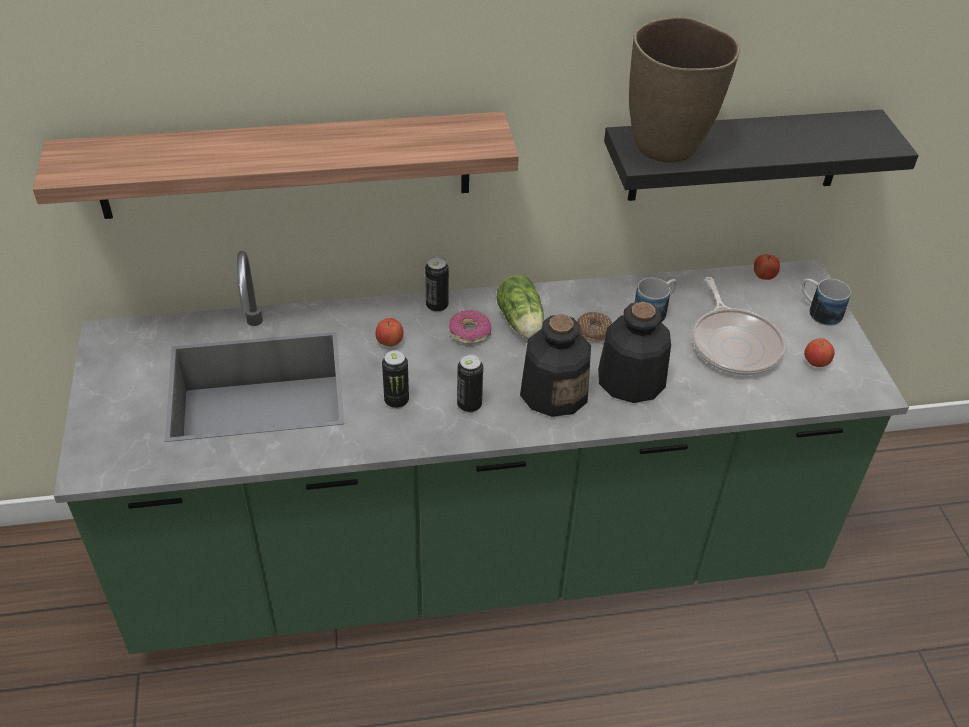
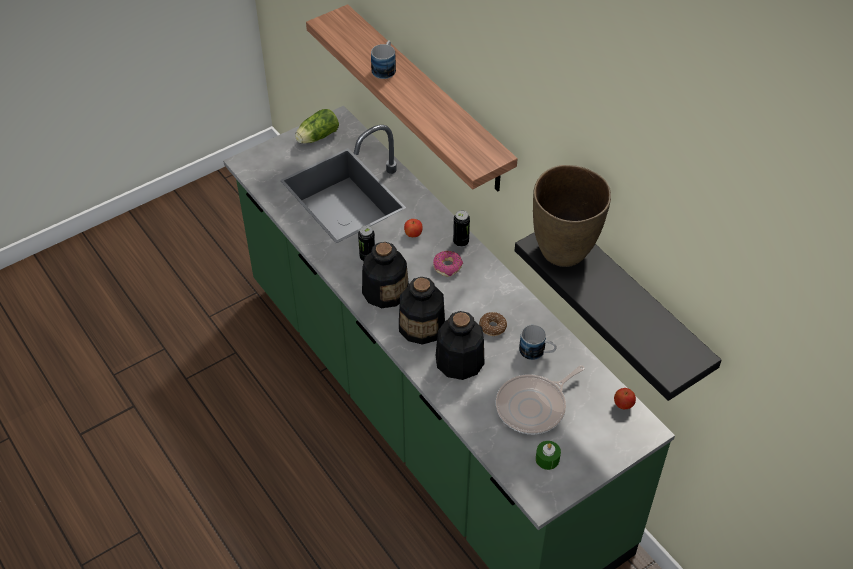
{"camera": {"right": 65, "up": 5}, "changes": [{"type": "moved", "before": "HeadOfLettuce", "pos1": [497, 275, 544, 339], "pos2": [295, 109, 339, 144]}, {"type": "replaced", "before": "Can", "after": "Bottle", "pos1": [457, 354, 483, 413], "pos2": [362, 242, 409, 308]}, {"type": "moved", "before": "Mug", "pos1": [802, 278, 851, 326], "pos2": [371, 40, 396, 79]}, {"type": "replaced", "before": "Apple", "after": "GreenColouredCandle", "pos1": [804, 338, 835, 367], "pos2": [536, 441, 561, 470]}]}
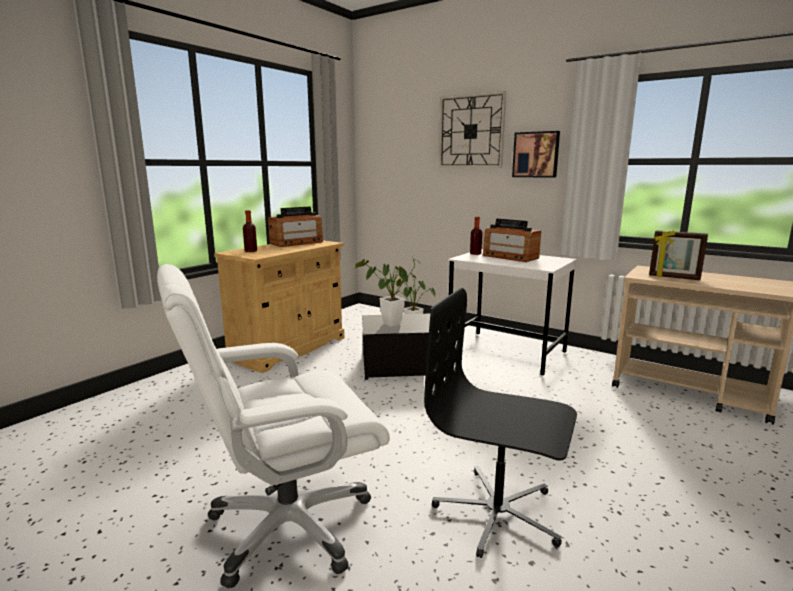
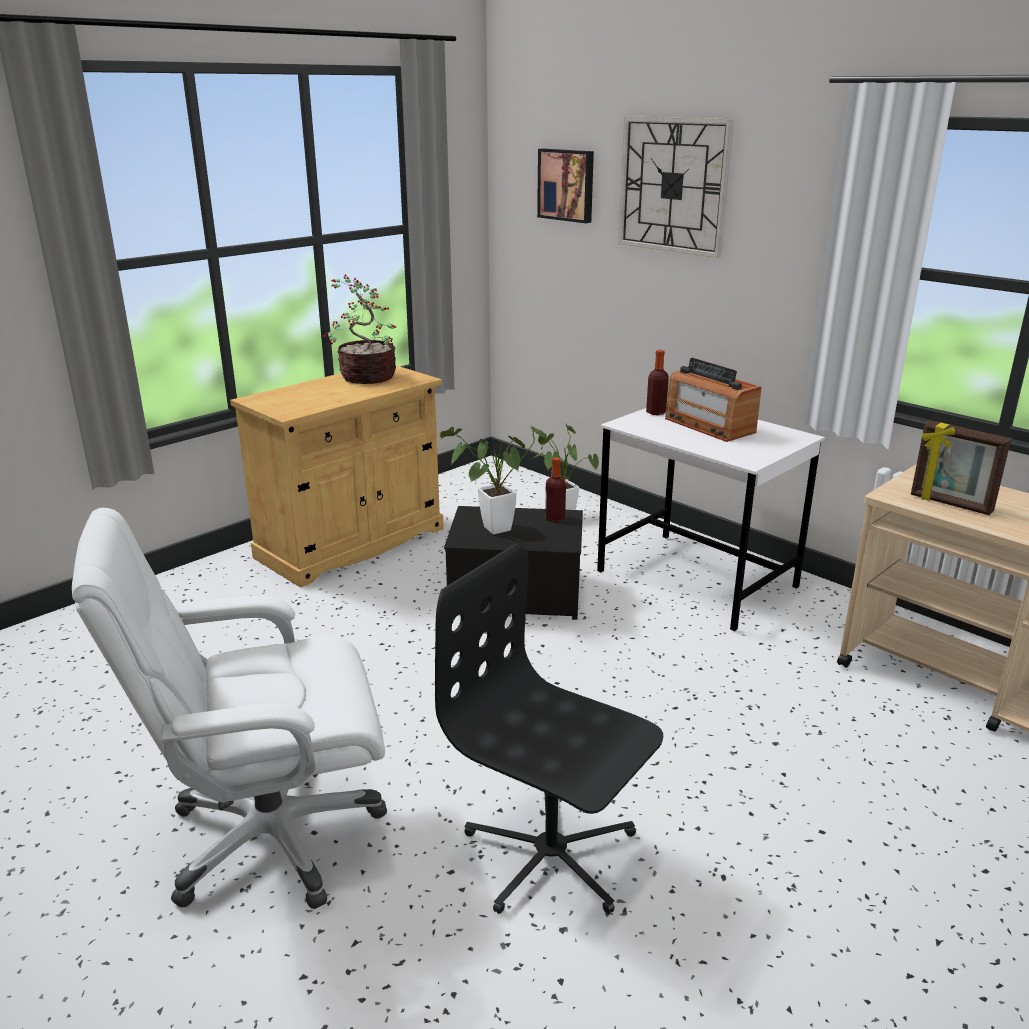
{"camera": {"right": 10, "up": 10}, "changes": [{"type": "replaced", "before": "RadioReceiver", "after": "PlantInAPot", "pos1": [268, 206, 323, 247], "pos2": [324, 274, 396, 384]}, {"type": "moved", "before": "WallArt", "pos1": [512, 131, 560, 178], "pos2": [537, 148, 594, 223]}, {"type": "moved", "before": "Bottle", "pos1": [243, 210, 257, 252], "pos2": [545, 457, 566, 522]}]}
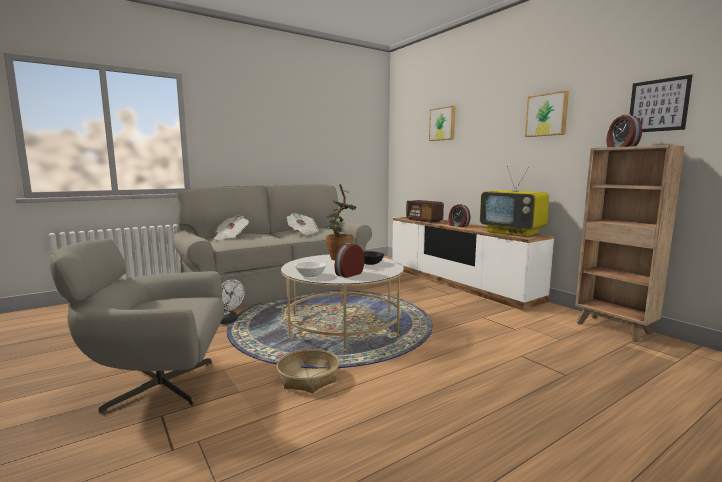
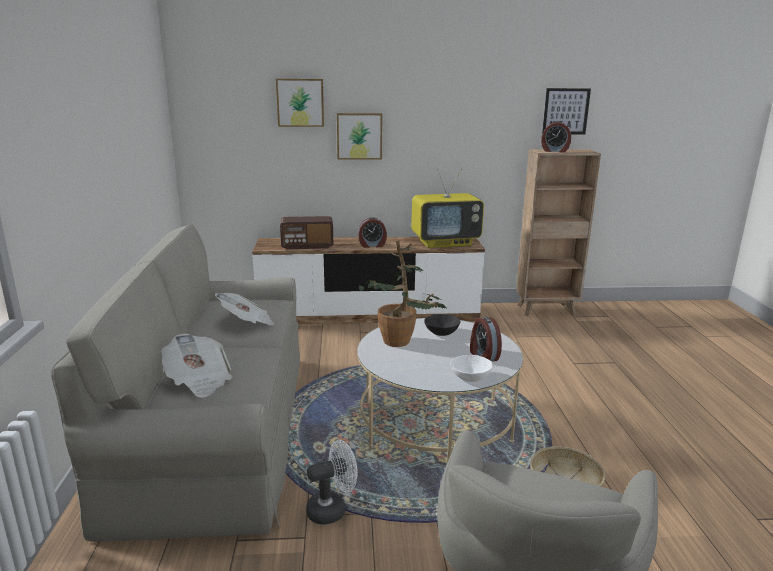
{"camera": {"right": -60, "up": 10}, "changes": [{"type": "moved", "before": "WallArt", "pos1": [525, 90, 569, 137], "pos2": [337, 113, 382, 160]}]}
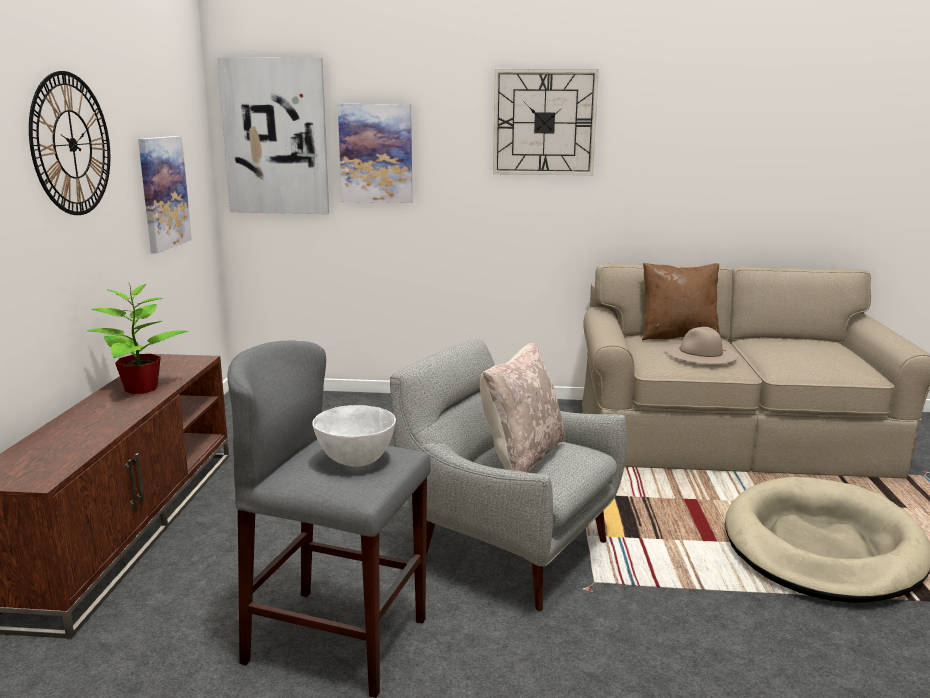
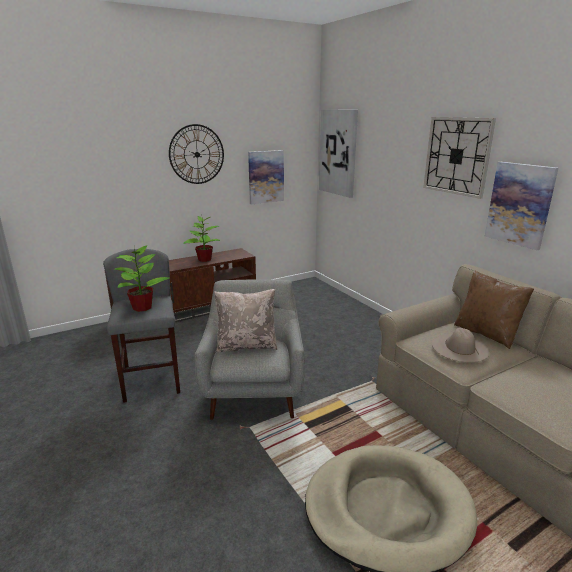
{"camera": {"right": 55, "up": 5}, "changes": [{"type": "replaced", "before": "WhiteBowl", "after": "PlantInAPot", "pos1": [312, 405, 396, 467], "pos2": [114, 246, 170, 312]}, {"type": "moved", "before": "WallArt", "pos1": [338, 104, 412, 203], "pos2": [485, 162, 558, 250]}]}
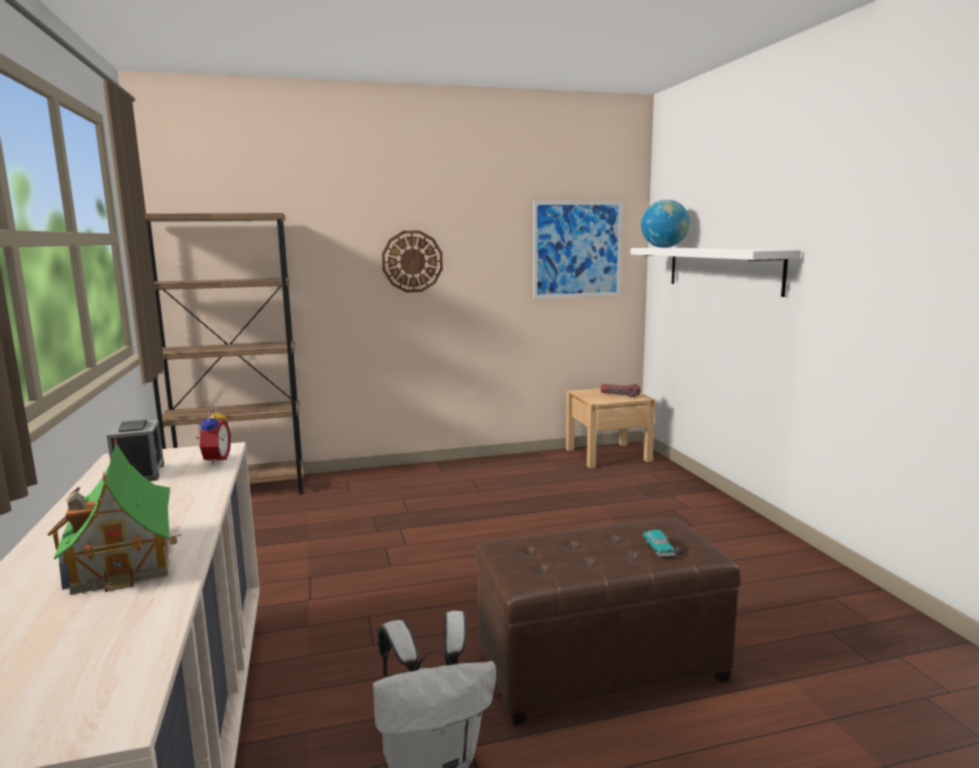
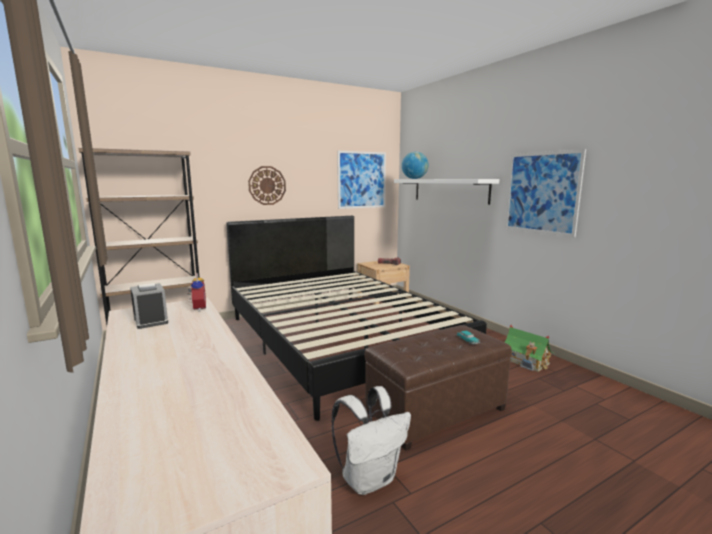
{"camera": {"right": -15, "up": 0}, "changes": [{"type": "added", "after": "BlackColouredBedroomBed", "pos2": [226, 216, 487, 421]}, {"type": "moved", "before": "ToyHouse", "pos1": [47, 434, 181, 595], "pos2": [504, 325, 555, 372]}, {"type": "added", "after": "WallArt", "pos2": [505, 149, 586, 237]}]}
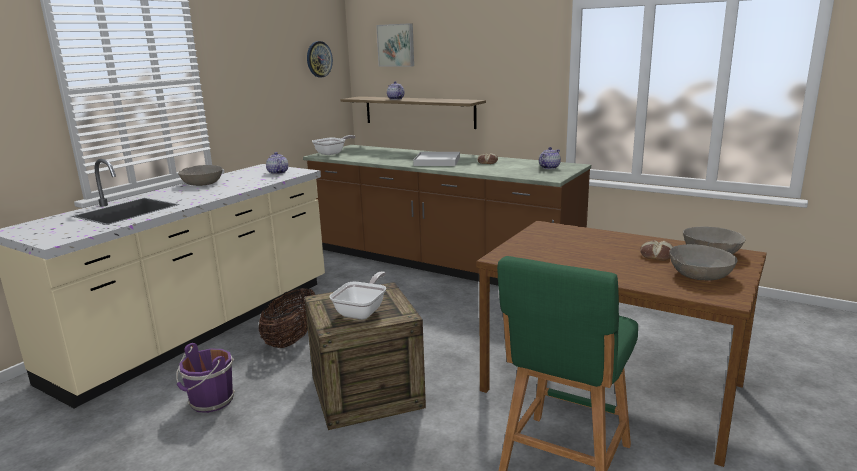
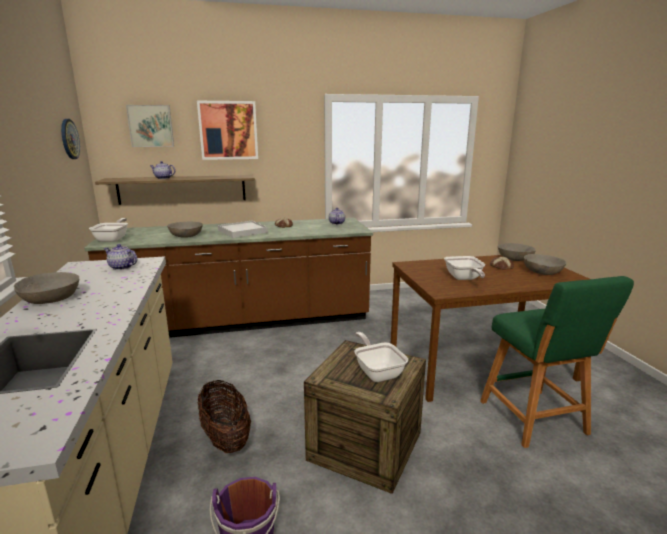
{"camera": {"right": -45, "up": 0}, "changes": [{"type": "added", "after": "GreyBowl", "pos2": [167, 222, 203, 238]}, {"type": "added", "after": "WallArt", "pos2": [197, 101, 258, 160]}, {"type": "added", "after": "Pan", "pos2": [444, 256, 486, 280]}]}
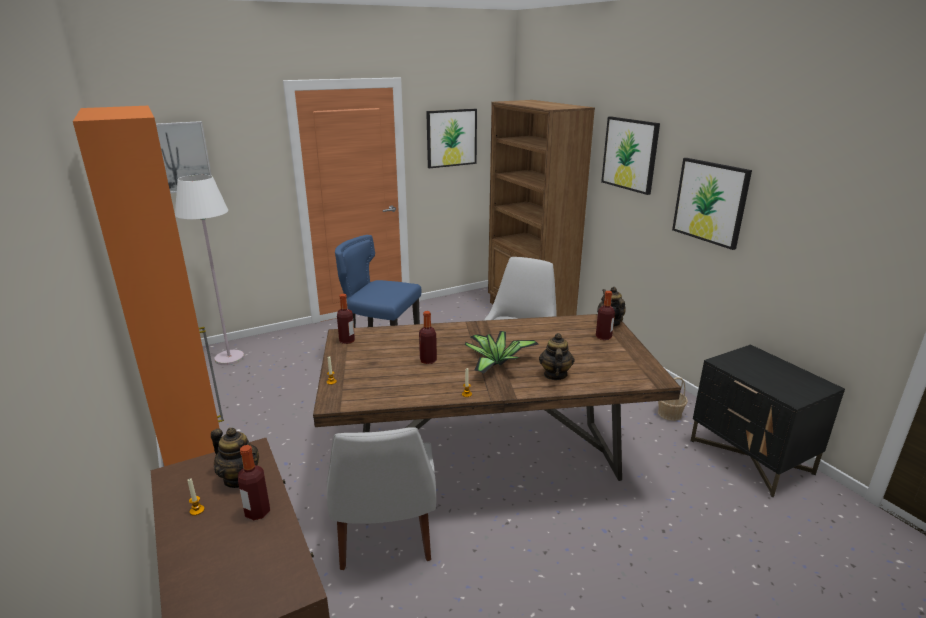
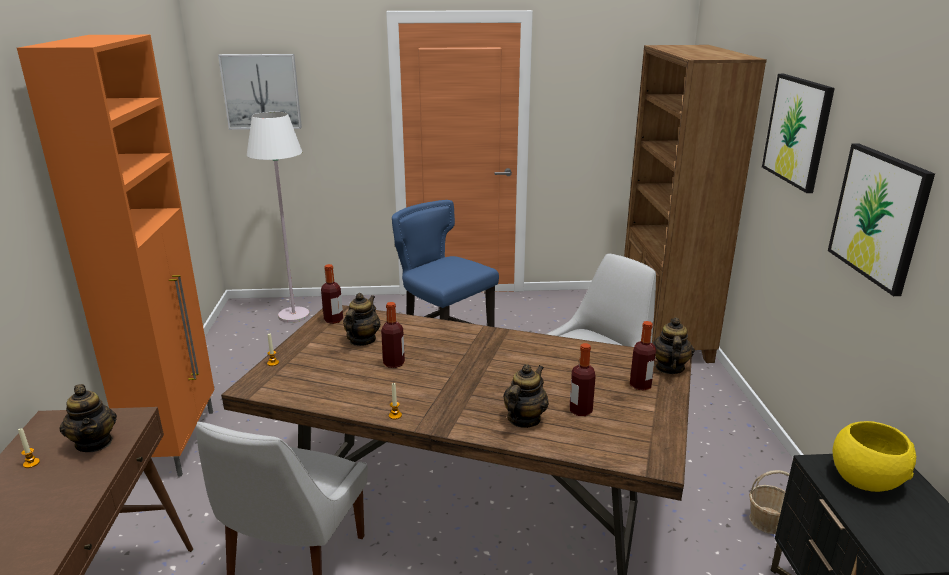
{"camera": {"right": 25, "up": 0}, "changes": [{"type": "added", "after": "Teapot", "pos2": [343, 293, 381, 346]}, {"type": "moved", "before": "Bottle", "pos1": [238, 445, 270, 521], "pos2": [570, 343, 596, 416]}, {"type": "added", "after": "YellowColouredBowl", "pos2": [833, 421, 916, 492]}, {"type": "removed", "before": "WallArt", "pos1": [426, 109, 477, 168]}, {"type": "removed", "before": "PlantInAPot", "pos1": [465, 331, 539, 374]}]}
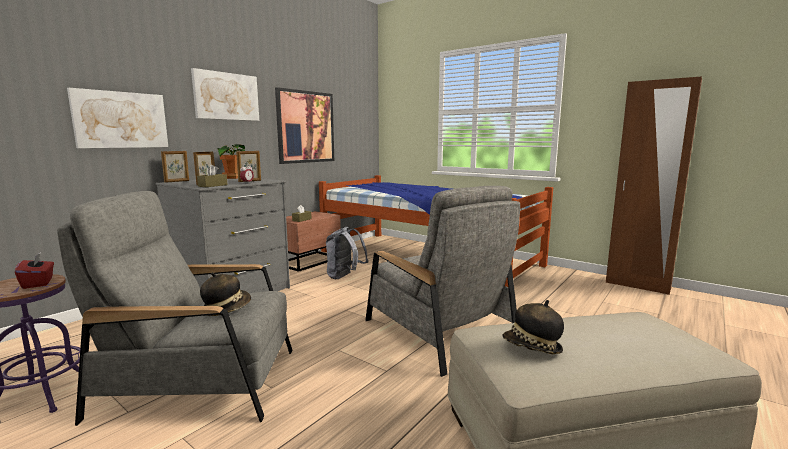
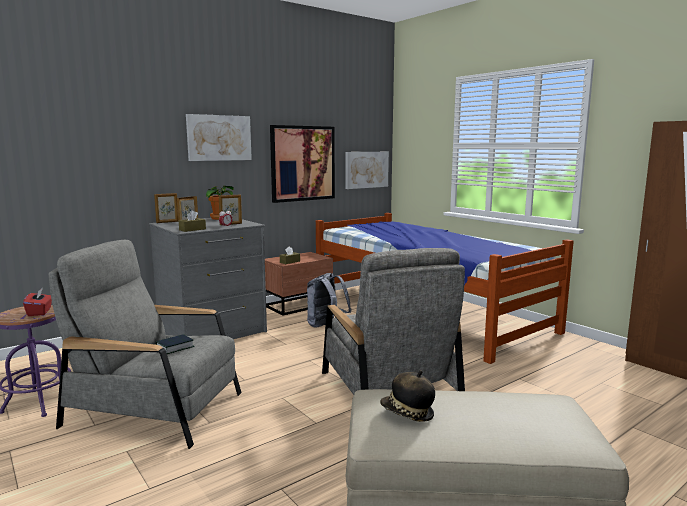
{"camera": {"right": 15, "up": 0}, "changes": [{"type": "replaced", "before": "ClothingHat", "after": "BoundBook", "pos1": [200, 272, 251, 316], "pos2": [156, 334, 195, 354]}, {"type": "moved", "before": "WallArt", "pos1": [67, 88, 168, 148], "pos2": [346, 152, 389, 189]}]}
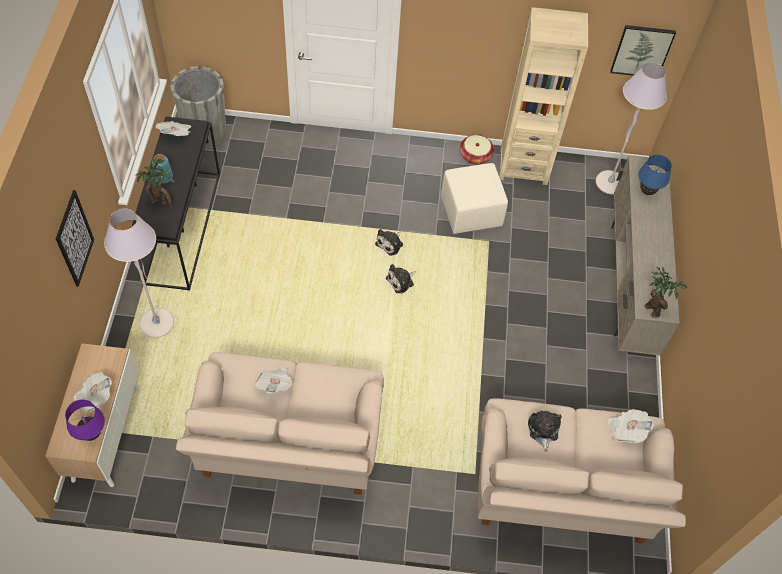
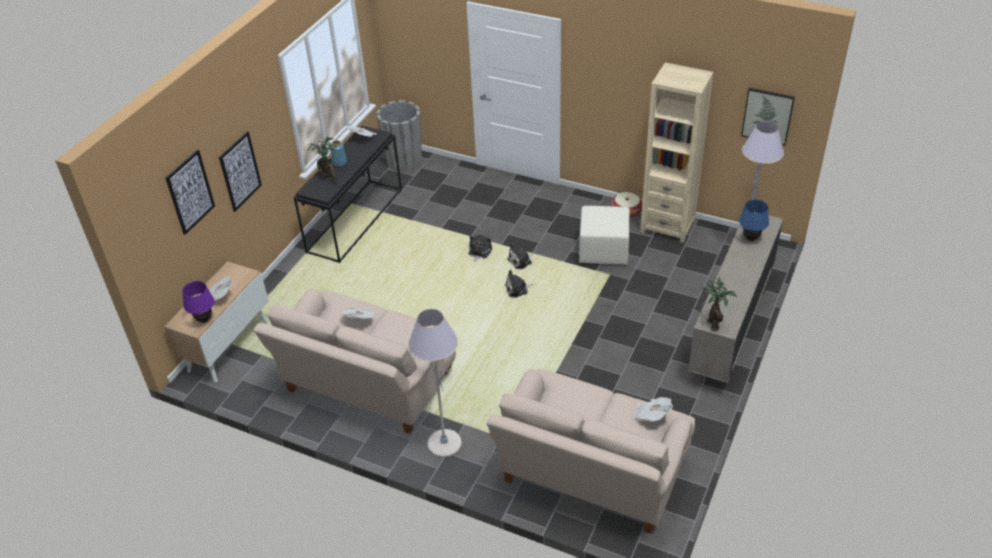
{"camera": {"right": 25, "up": -15}, "changes": [{"type": "added", "after": "WallArt", "pos2": [165, 149, 215, 235]}, {"type": "moved", "before": "GreyStandingLamp", "pos1": [104, 208, 174, 338], "pos2": [408, 309, 462, 457]}, {"type": "moved", "before": "SoftToy", "pos1": [528, 410, 562, 452], "pos2": [468, 235, 492, 262]}]}
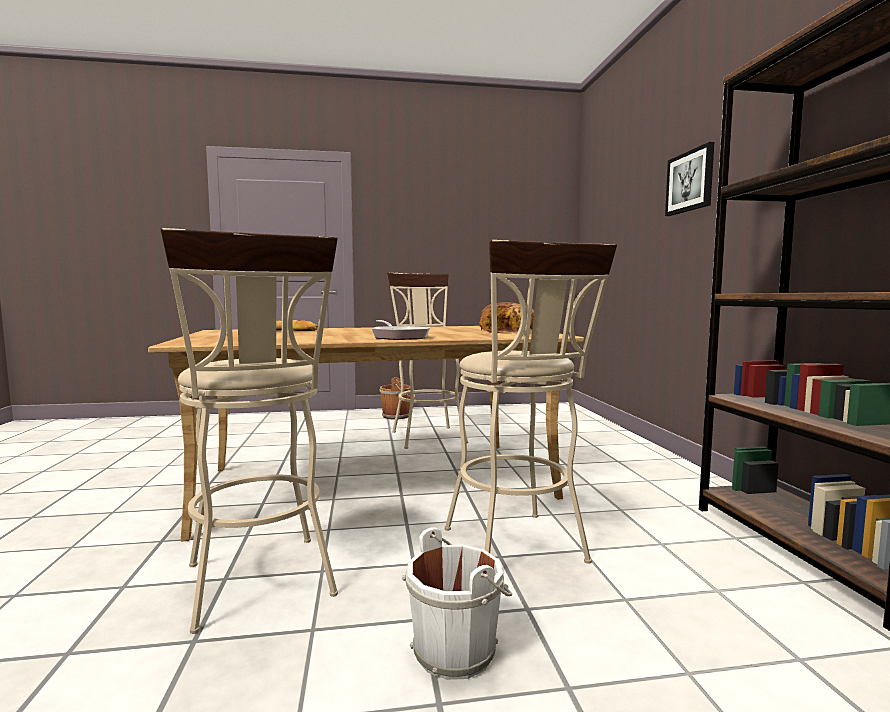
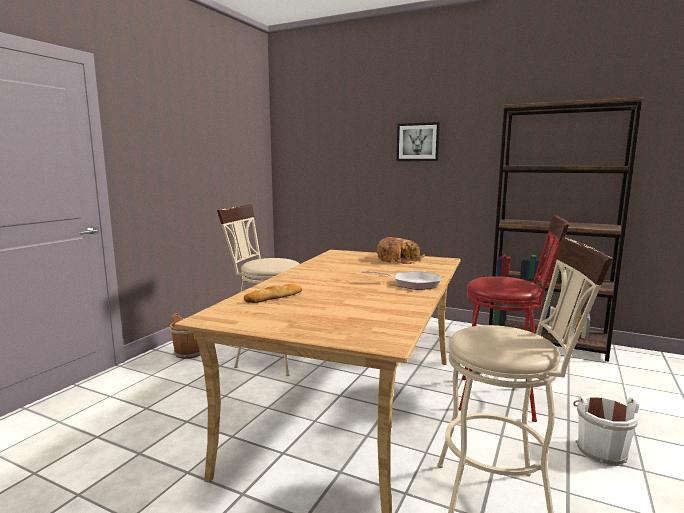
{"camera": {"right": -55, "up": 5}, "changes": [{"type": "recoloured", "before": "SandColouredSittingStool", "after": "RedSittingStool", "pos1": [444, 240, 617, 564], "pos2": [459, 215, 569, 422]}]}
